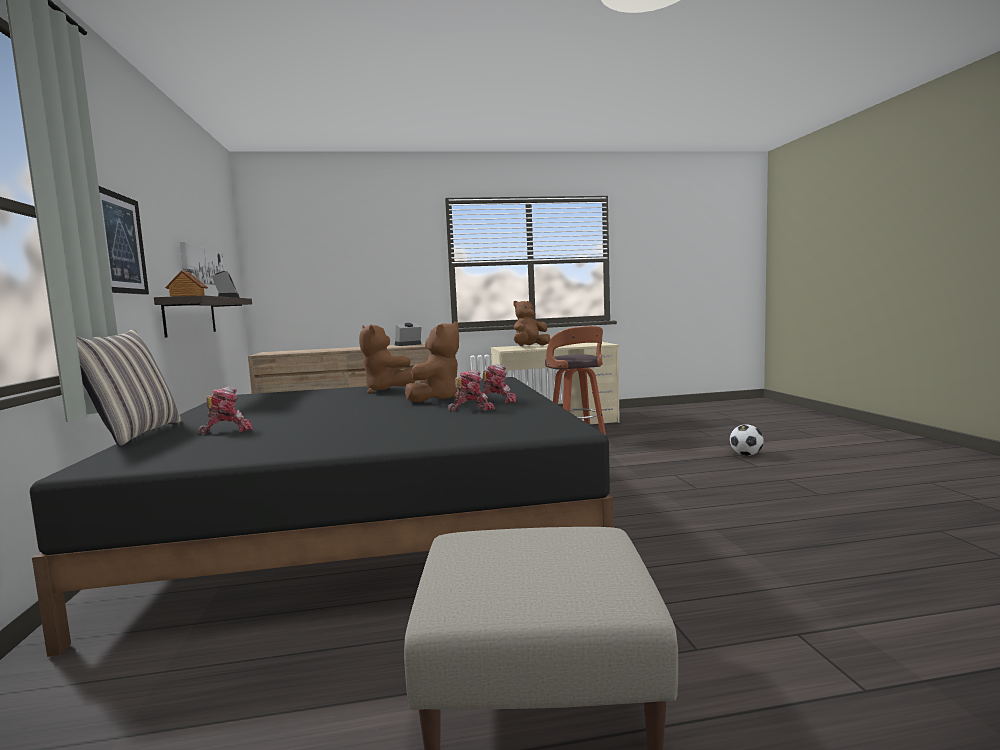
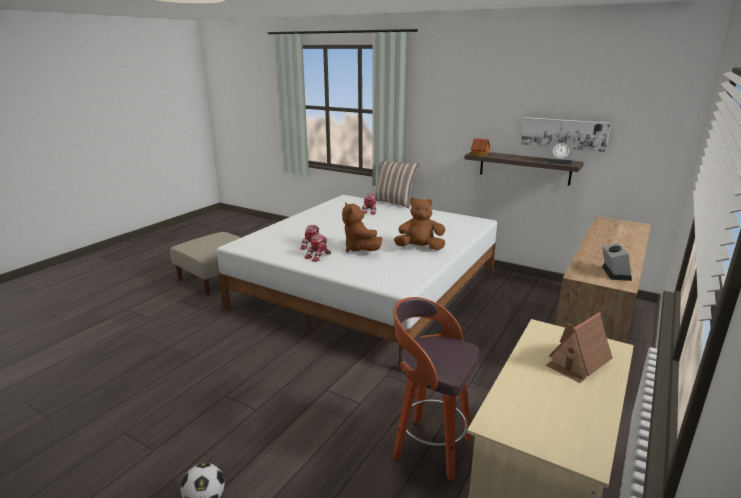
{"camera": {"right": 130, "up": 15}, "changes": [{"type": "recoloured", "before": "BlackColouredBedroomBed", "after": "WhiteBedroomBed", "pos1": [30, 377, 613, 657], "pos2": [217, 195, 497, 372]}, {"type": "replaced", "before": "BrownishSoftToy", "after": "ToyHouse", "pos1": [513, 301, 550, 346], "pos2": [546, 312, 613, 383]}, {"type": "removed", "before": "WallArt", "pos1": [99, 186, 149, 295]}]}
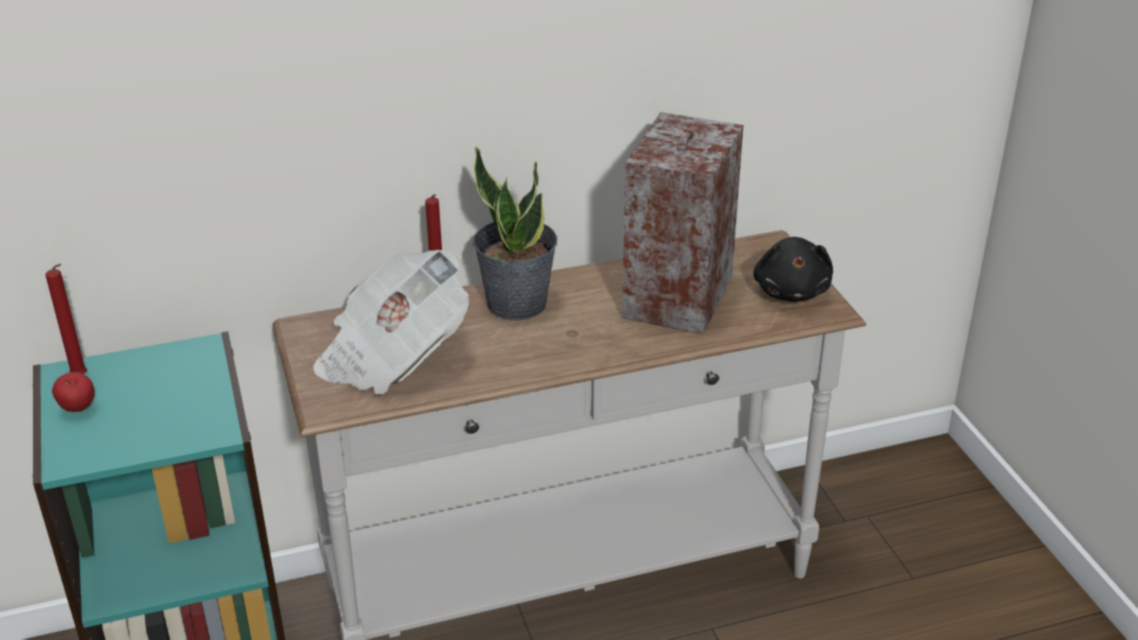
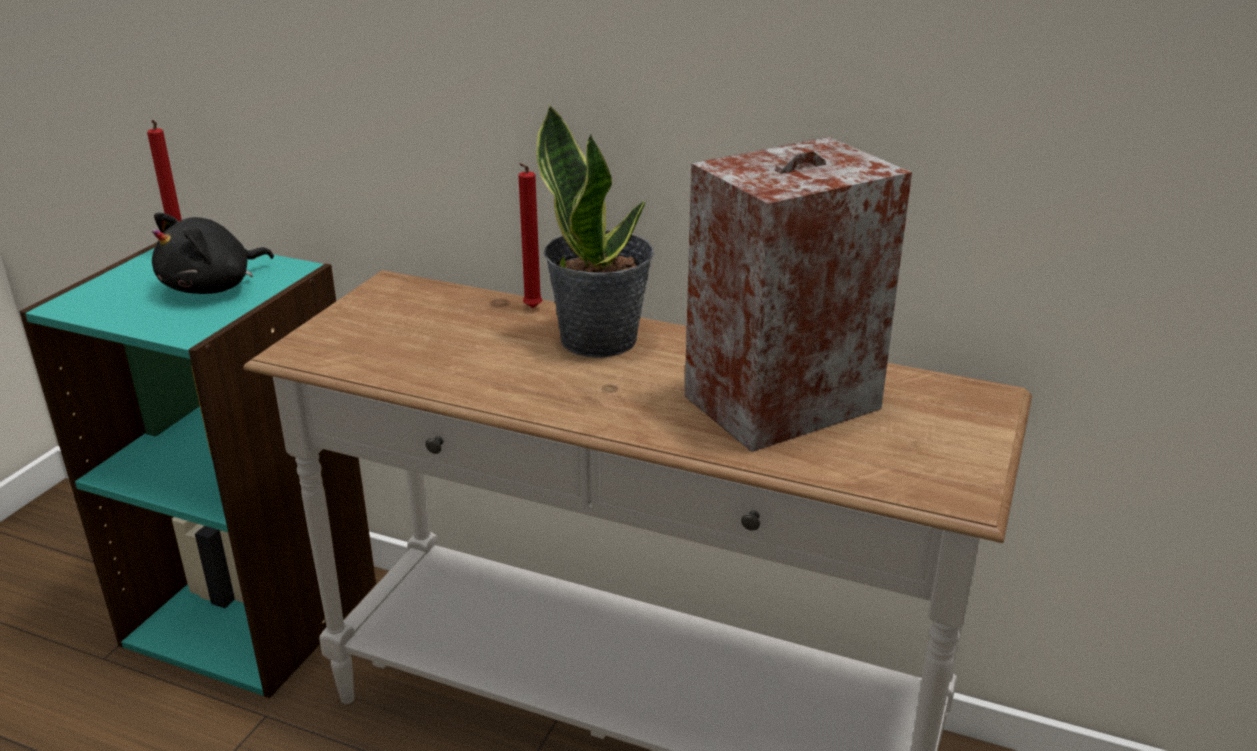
{"camera": {"right": 40, "up": -5}, "changes": [{"type": "moved", "before": "BlackColouredSoftToy", "pos1": [753, 237, 833, 302], "pos2": [152, 212, 274, 294]}, {"type": "removed", "before": "Apple", "pos1": [52, 372, 95, 412]}, {"type": "removed", "before": "PrintedPaper", "pos1": [313, 250, 469, 394]}]}
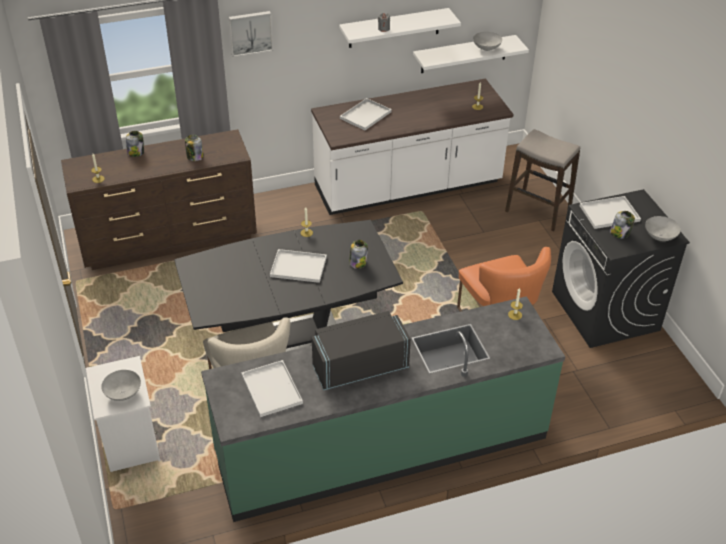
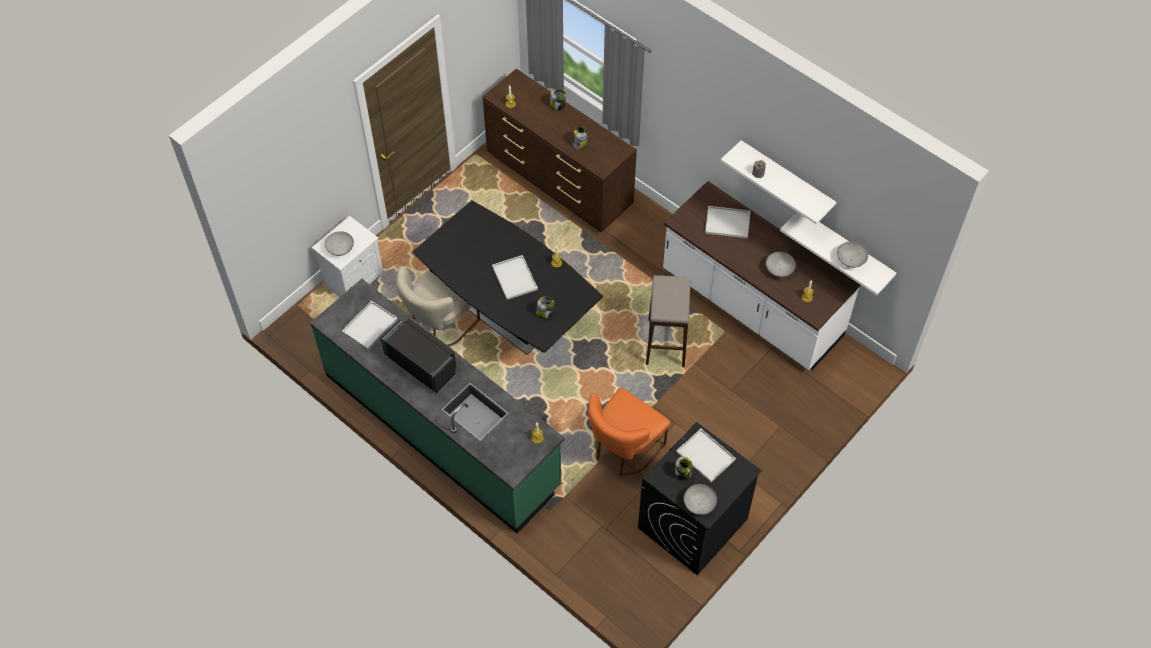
{"camera": {"right": 60, "up": 15}, "changes": [{"type": "moved", "before": "SittingStool", "pos1": [505, 129, 580, 231], "pos2": [646, 275, 691, 367]}, {"type": "added", "after": "GreyBowl", "pos2": [766, 252, 796, 277]}, {"type": "removed", "before": "WallArt", "pos1": [228, 11, 273, 57]}]}
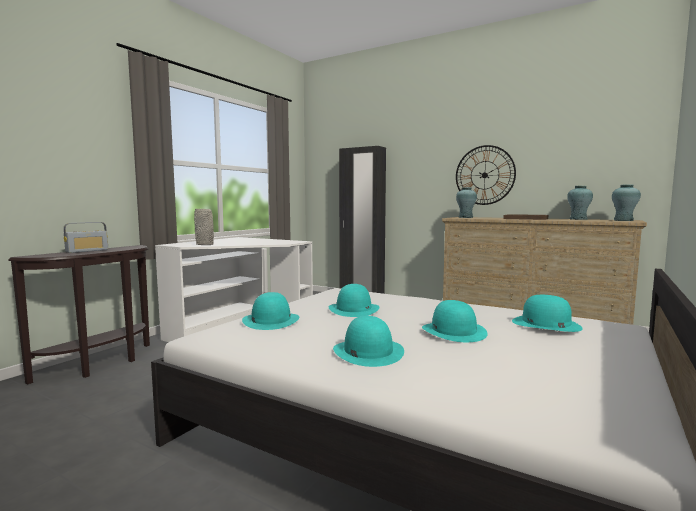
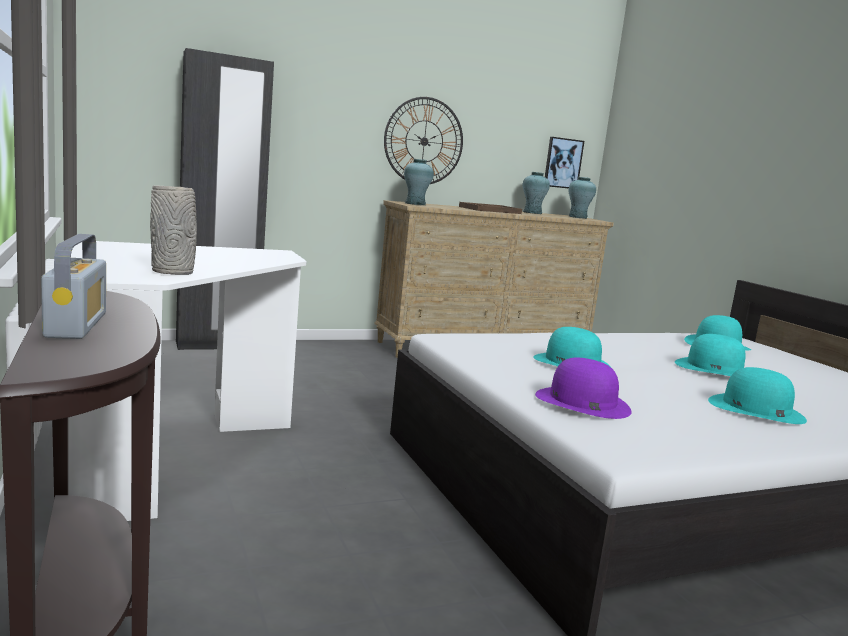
{"camera": {"right": -55, "up": 5}, "changes": [{"type": "recoloured", "before": "BlueGreenClothingHat", "after": "PurpleColouredClothingHat", "pos1": [242, 292, 299, 330], "pos2": [535, 358, 632, 419]}, {"type": "added", "after": "WallArt", "pos2": [545, 137, 584, 189]}]}
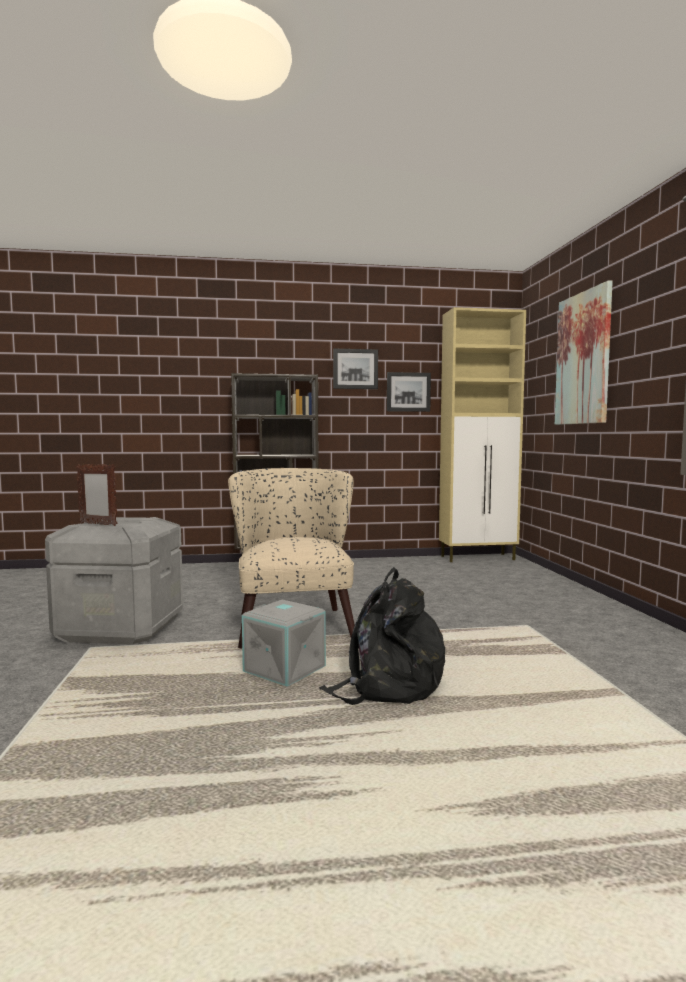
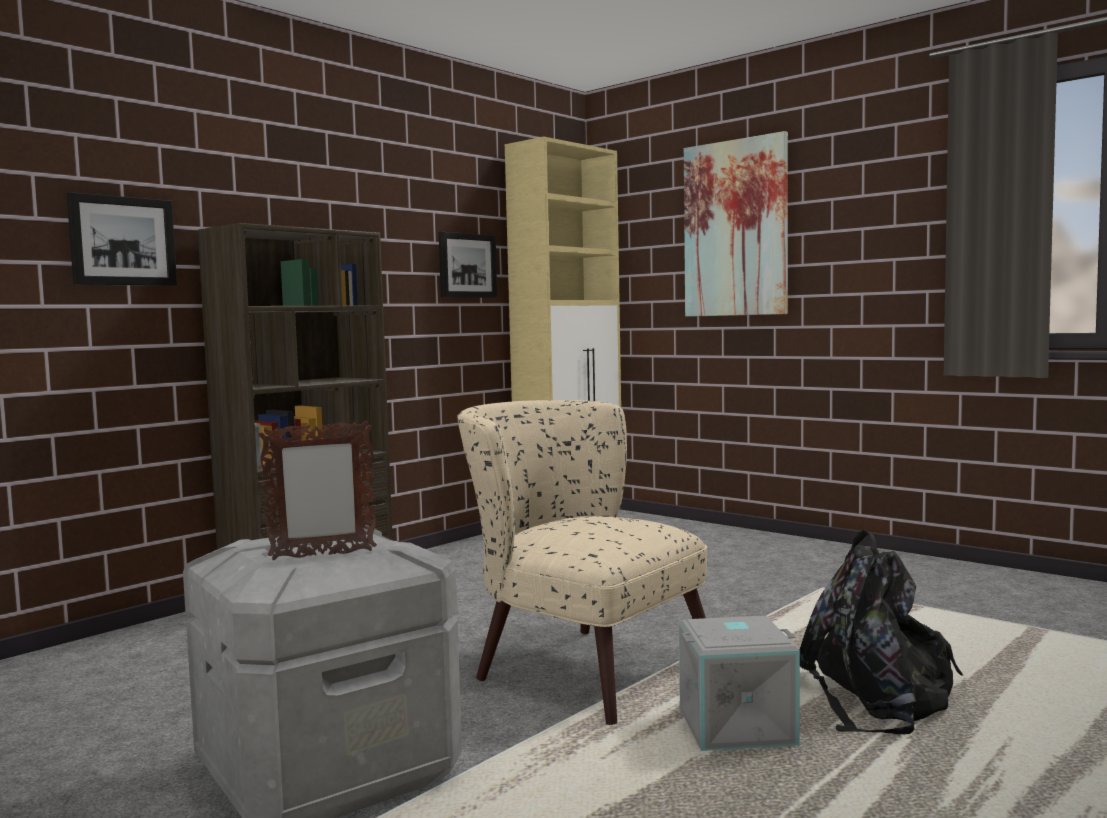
{"camera": {"right": -40, "up": 0}, "changes": [{"type": "moved", "before": "WallArt", "pos1": [333, 349, 378, 389], "pos2": [67, 192, 177, 286]}]}
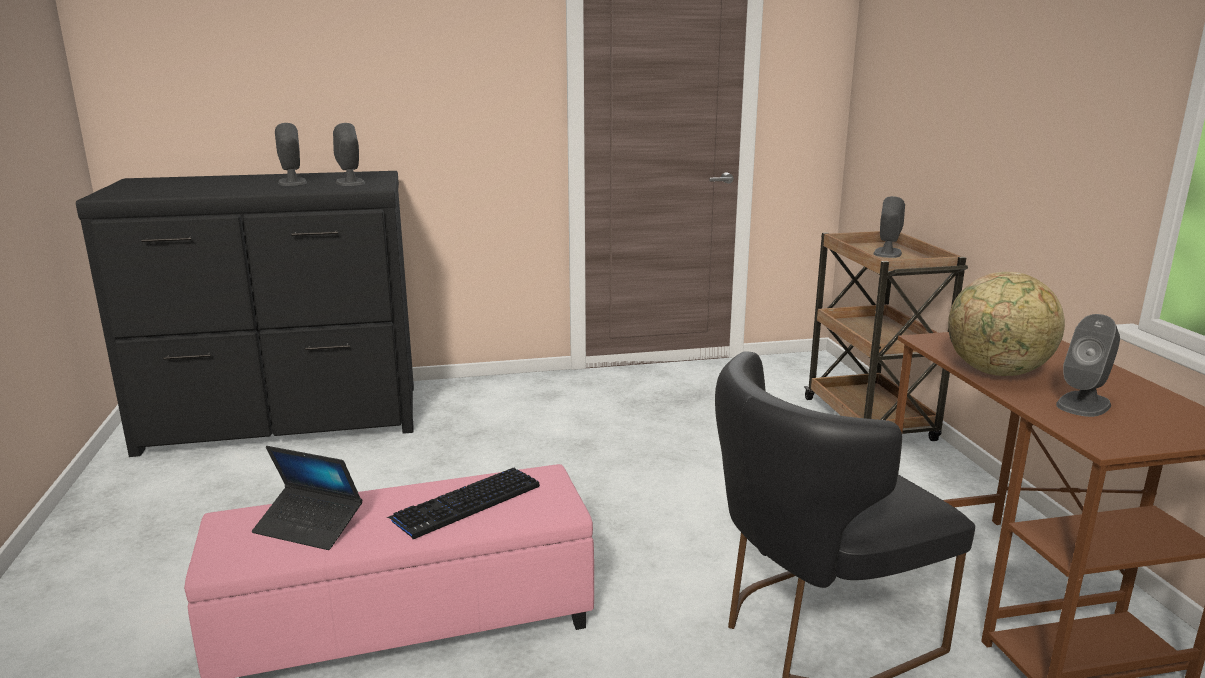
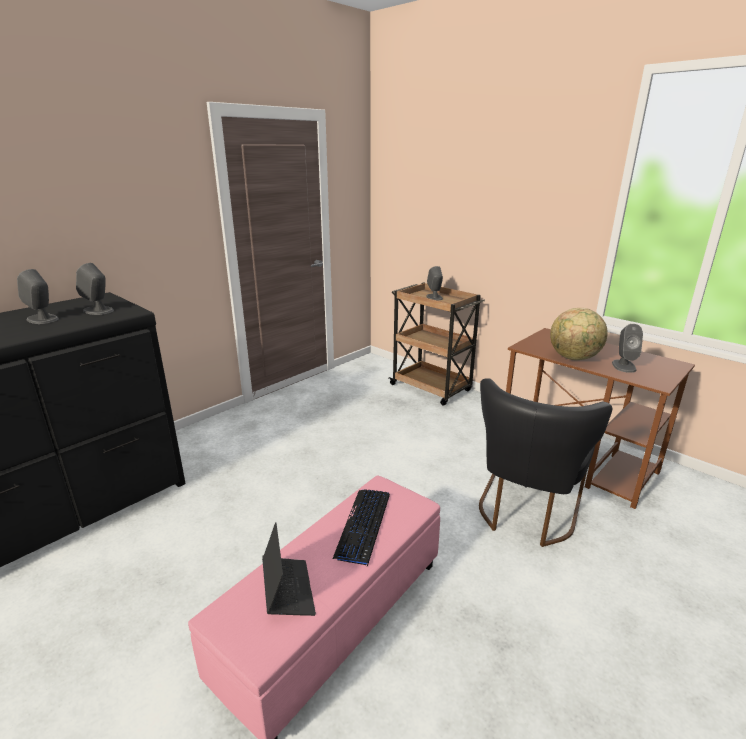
{"camera": {"right": -35, "up": 5}, "changes": [{"type": "turned", "before": "NotebookComputer", "pos1": [252, 446, 362, 550], "pos2": [262, 522, 316, 616], "turn": -90}]}
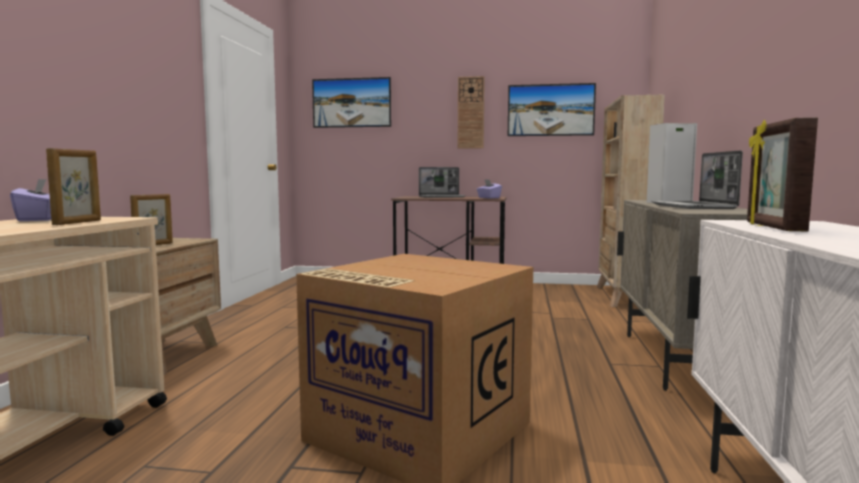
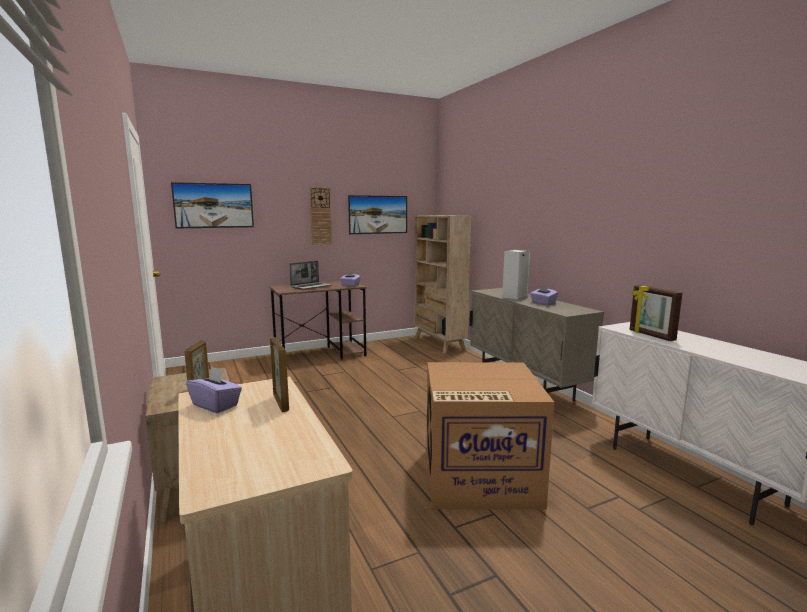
{"camera": {"right": -35, "up": 5}, "changes": [{"type": "replaced", "before": "NotebookComputer", "after": "PurpleColouredTissueHolder", "pos1": [651, 150, 743, 209], "pos2": [530, 285, 558, 305]}]}
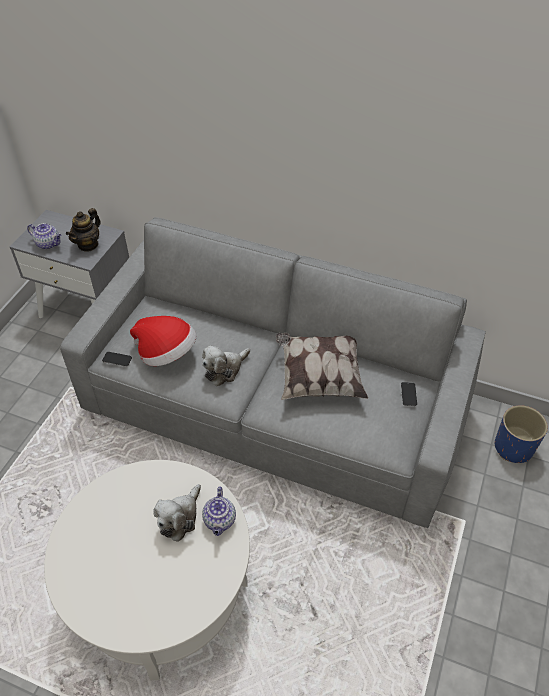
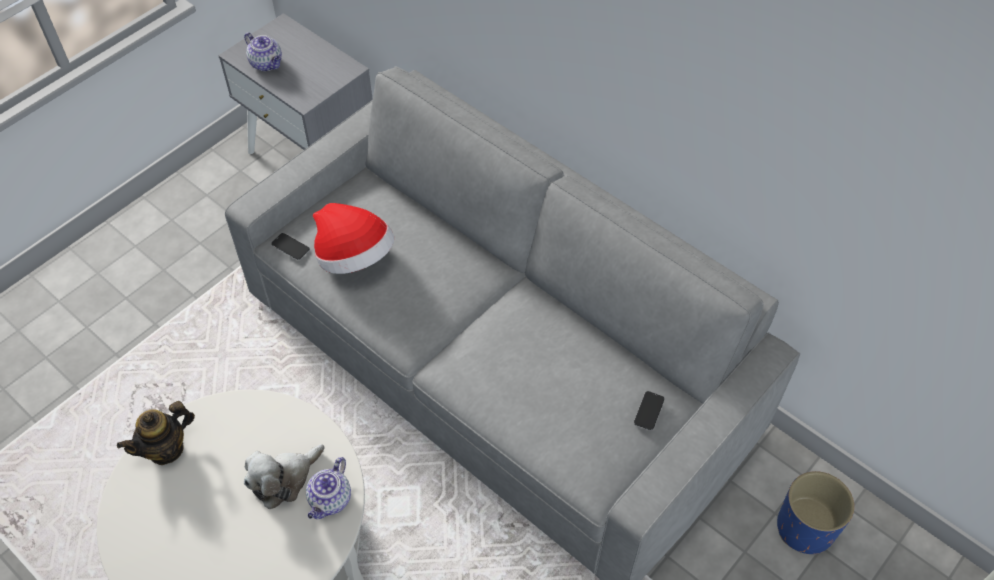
{"camera": {"right": 20, "up": 5}, "changes": [{"type": "moved", "before": "Teapot", "pos1": [66, 208, 101, 252], "pos2": [117, 401, 195, 465]}, {"type": "removed", "before": "SoftToy", "pos1": [202, 346, 250, 386]}, {"type": "removed", "before": "Pillow", "pos1": [276, 333, 368, 400]}]}
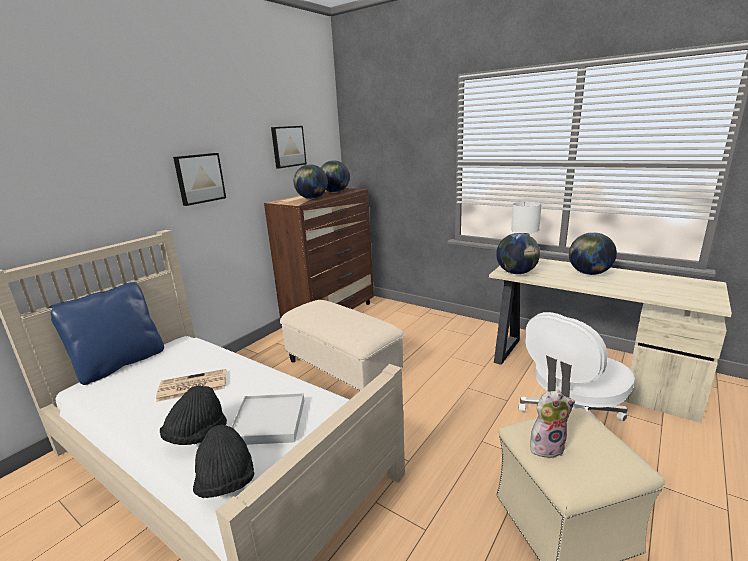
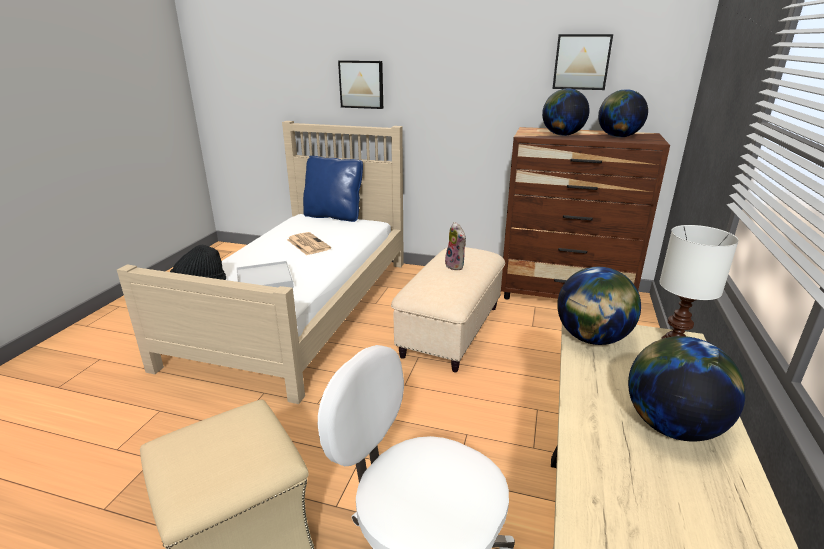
{"camera": {"right": 70, "up": 5}, "changes": [{"type": "moved", "before": "WallArt", "pos1": [173, 153, 226, 206], "pos2": [338, 60, 383, 109]}, {"type": "moved", "before": "SoftToy", "pos1": [530, 390, 575, 458], "pos2": [445, 222, 466, 270]}, {"type": "removed", "before": "BlackColouredClothingHat", "pos1": [160, 386, 227, 445]}]}
